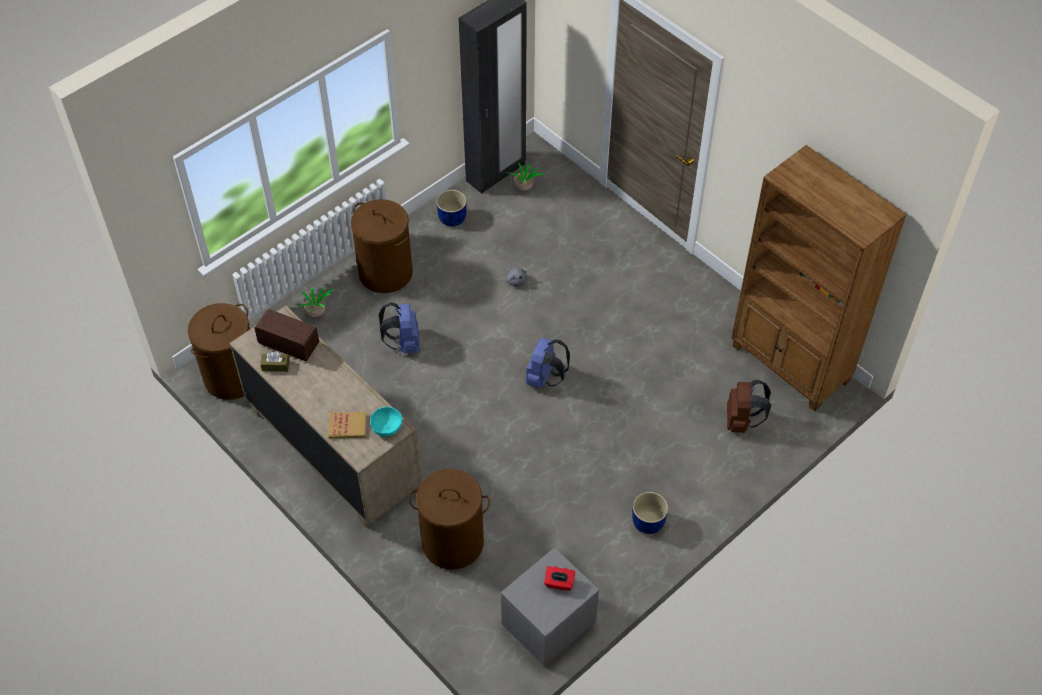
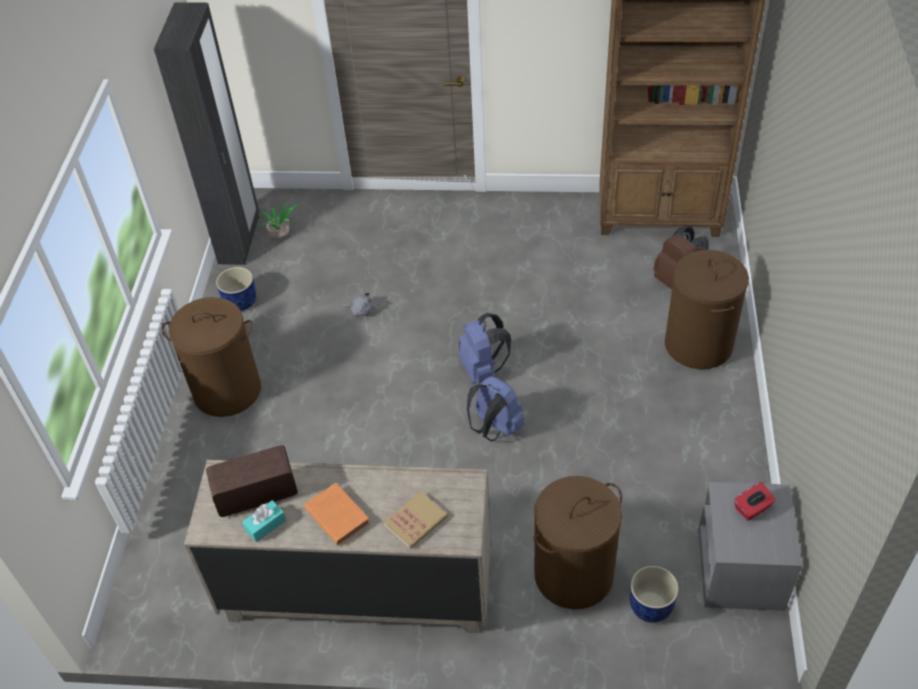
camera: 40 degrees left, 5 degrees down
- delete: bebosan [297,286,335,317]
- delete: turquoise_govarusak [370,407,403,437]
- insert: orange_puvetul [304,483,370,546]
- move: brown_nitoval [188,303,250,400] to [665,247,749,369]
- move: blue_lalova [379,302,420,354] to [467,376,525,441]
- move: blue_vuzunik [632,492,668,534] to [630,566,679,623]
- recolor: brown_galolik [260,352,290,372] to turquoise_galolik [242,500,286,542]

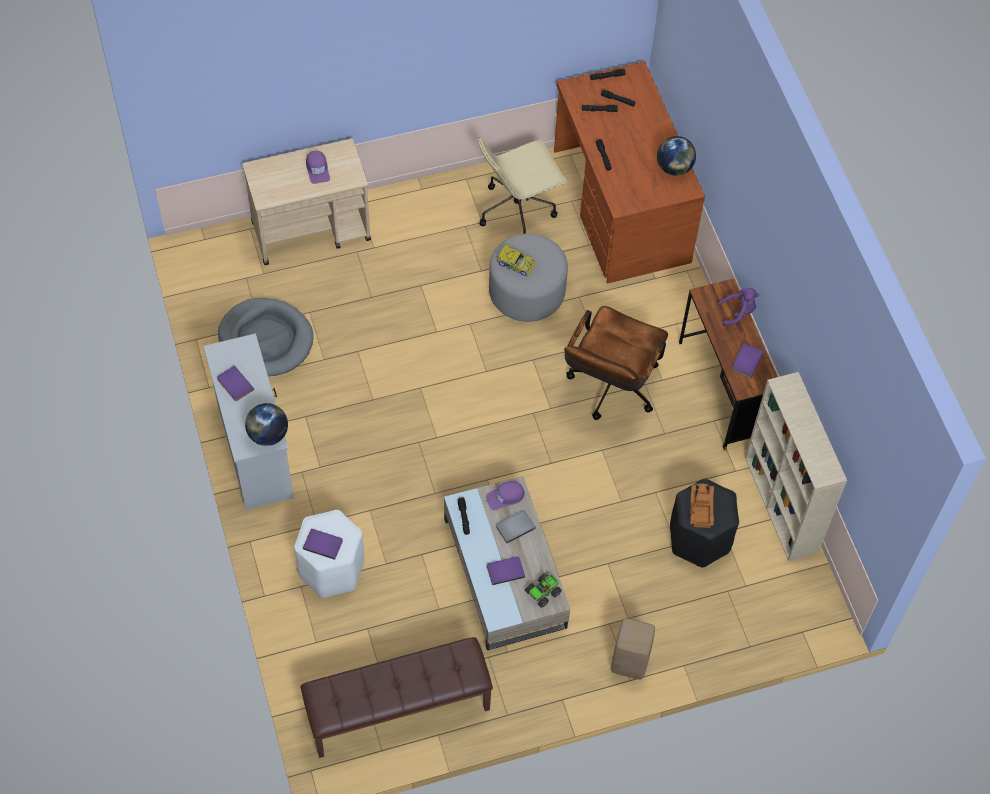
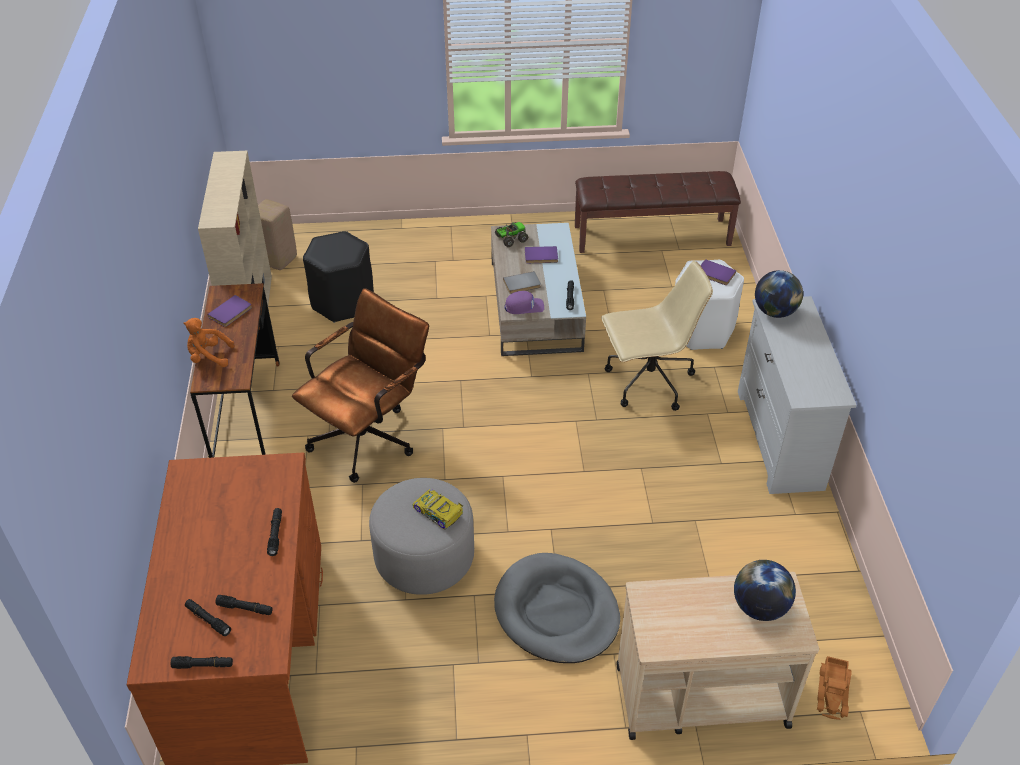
camera: 165 degrees left, 15 degrees down
- delete: purple_puvetul [217,365,254,401]
- delete: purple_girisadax [306,150,330,184]
- move: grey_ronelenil [218,298,313,376] to [494,553,620,663]
- move: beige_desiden [478,138,567,234] to [601,261,713,411]
- move: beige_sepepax [611,618,655,680] to [258,199,297,270]
- move: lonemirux [657,136,696,176] to [734,560,796,621]
- move: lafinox [690,483,714,528] to [817,656,852,720]
- recolor: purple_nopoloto [718,288,759,326] to orange_nopoloto [183,318,235,367]

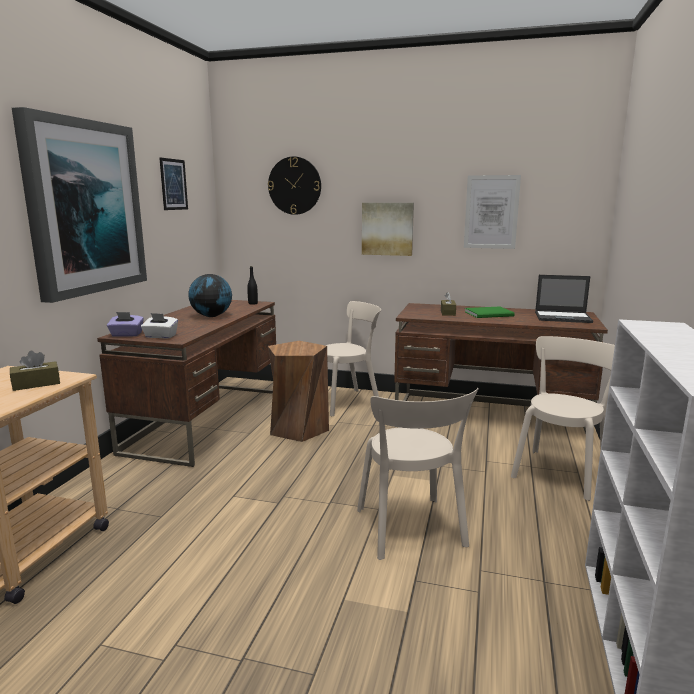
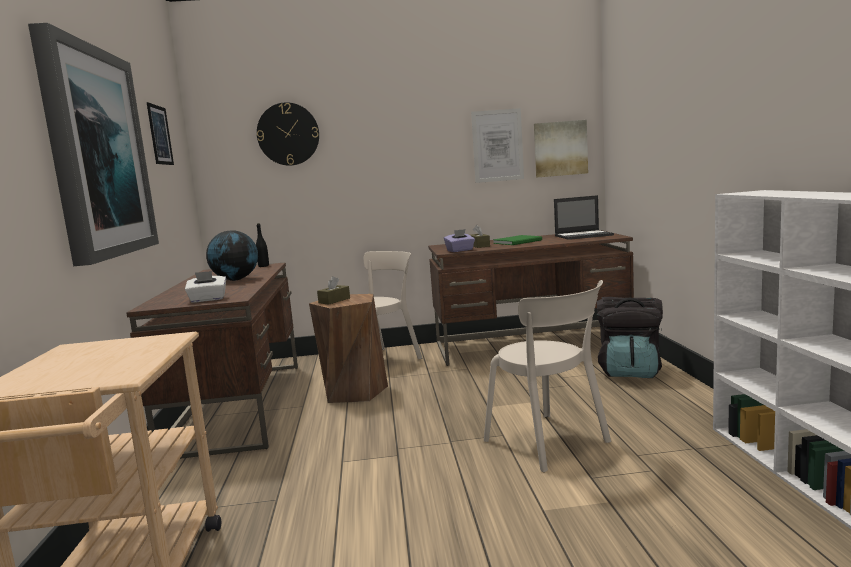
camera: 20 degrees left, 5 degrees down
- move: brown_galolik [10,351,60,391] to [317,276,350,304]
- move: purple_galolik [107,312,144,337] to [444,229,475,252]
- move: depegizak [362,203,414,256] to [534,120,588,177]
- replace: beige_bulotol [511,336,615,501] to black_lalova [596,297,663,378]

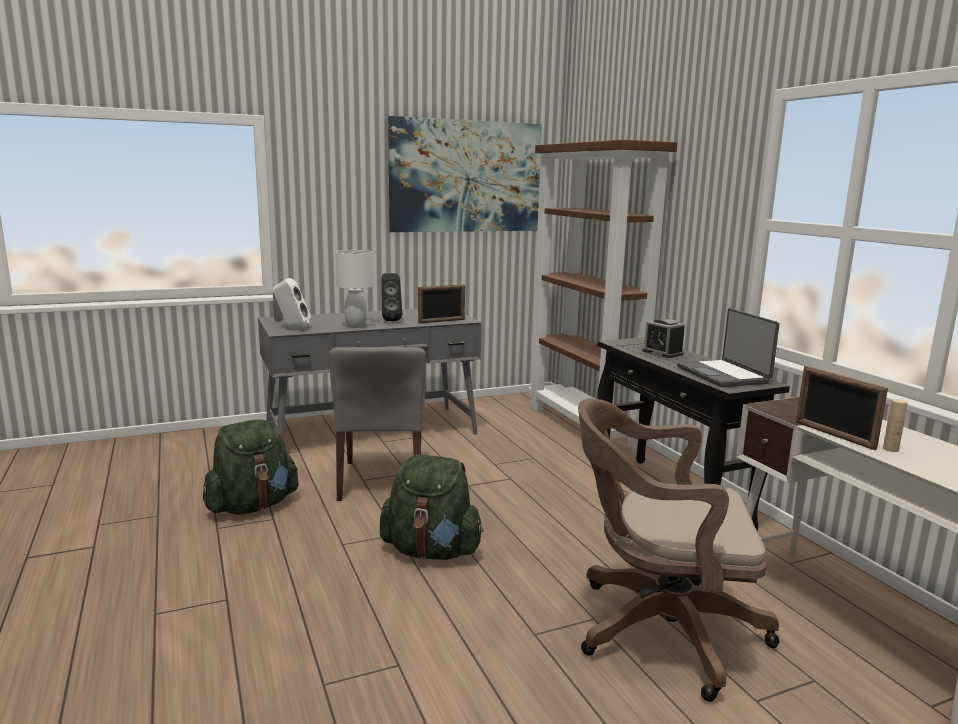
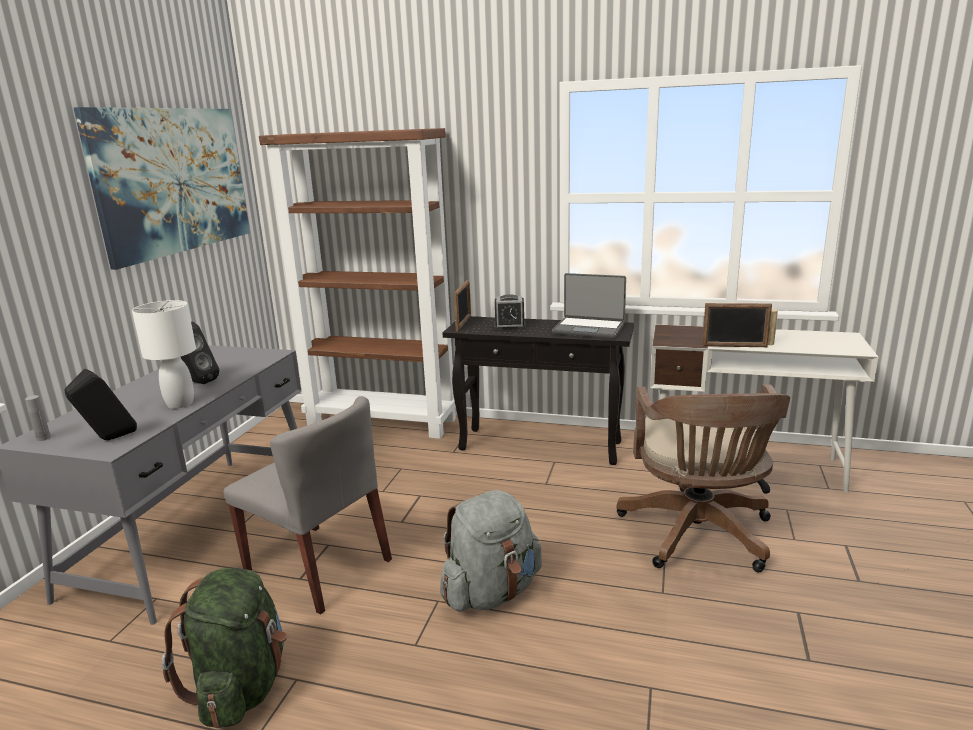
camera: 50 degrees left, 5 degrees up
- move: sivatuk [418,285,465,323] to [454,280,471,331]
- recolor: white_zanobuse [273,278,312,329] to black_zanobuse [65,369,137,440]
- recolor: green_lalova [380,455,484,560] to grey_lalova [440,490,542,612]
- rotate: brown_desiden [578,398,779,702] = [616,384,790,572] 45 degrees counterclockwise

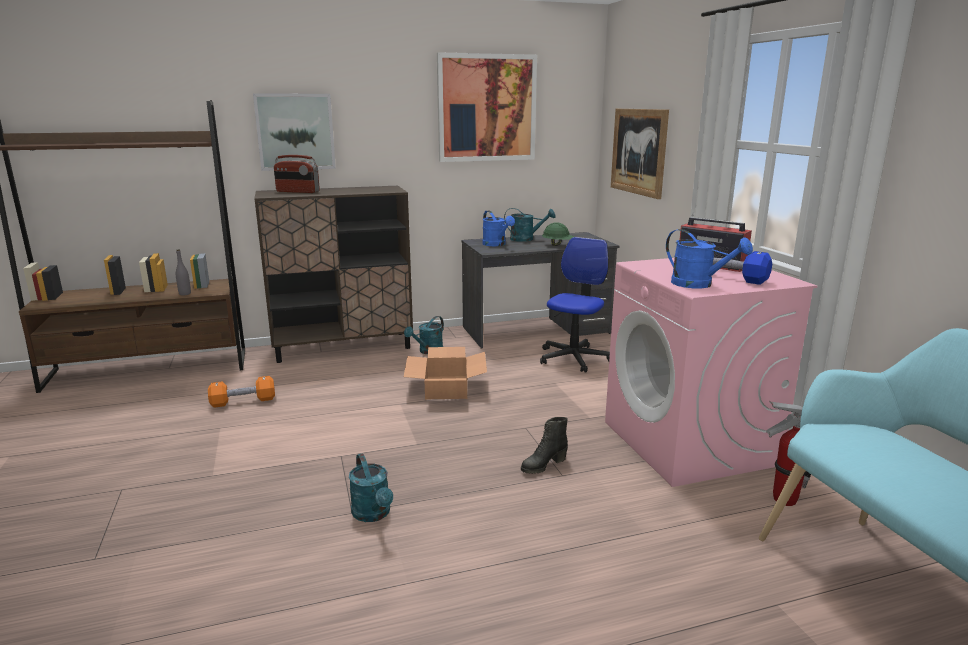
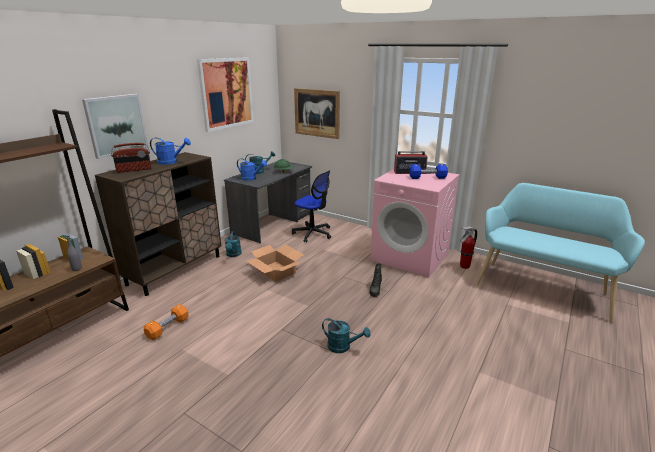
camera: 40 degrees left, 5 degrees up
- move: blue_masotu [666,229,753,288] to [150,138,191,165]
- rotate: desiden [540,237,610,373] = [292,170,331,242] 135 degrees clockwise

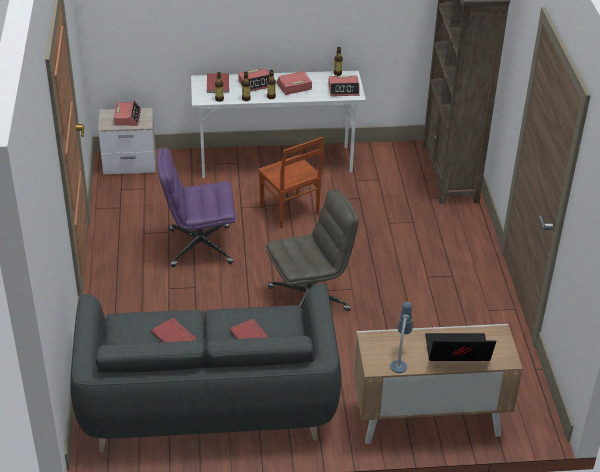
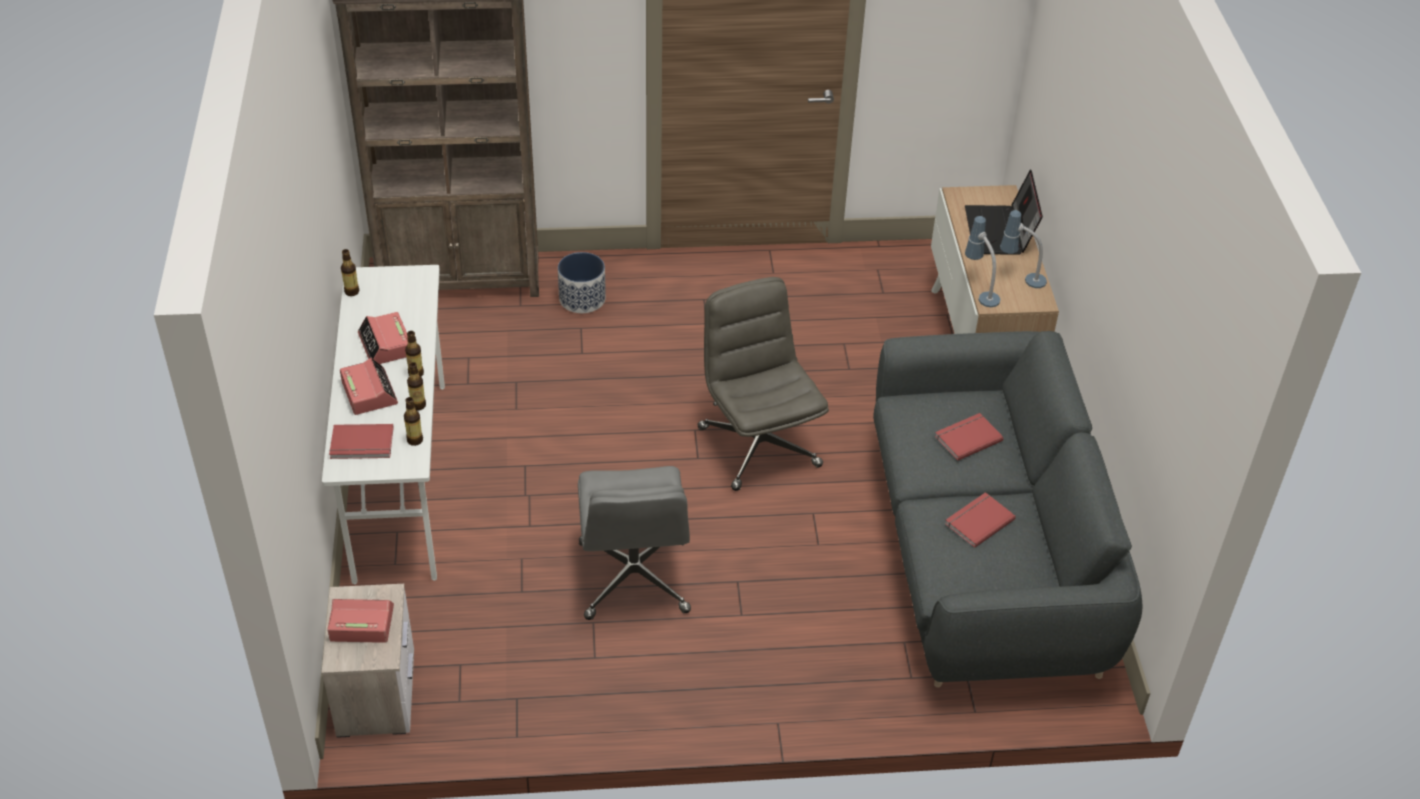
camera: 90 degrees left, 5 degrees up
- delete: brown_bulotol [258,137,324,228]
- delete: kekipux [328,76,360,96]
- insert: vuzunik [558,252,606,313]
- insert: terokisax [965,216,1000,307]
- recolor: purple_desiden [157,148,236,267] to grey_desiden [578,466,691,620]

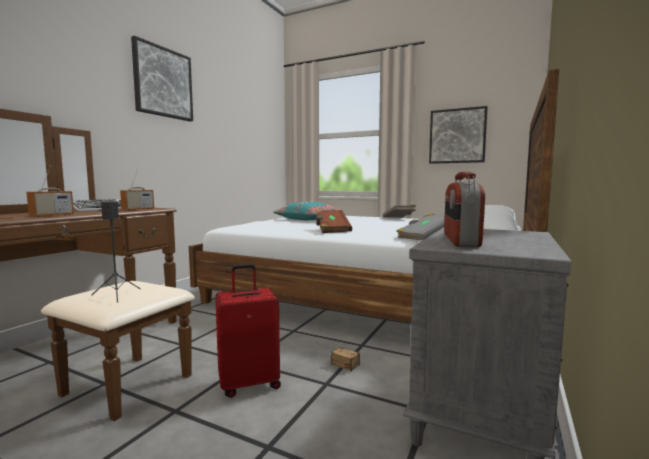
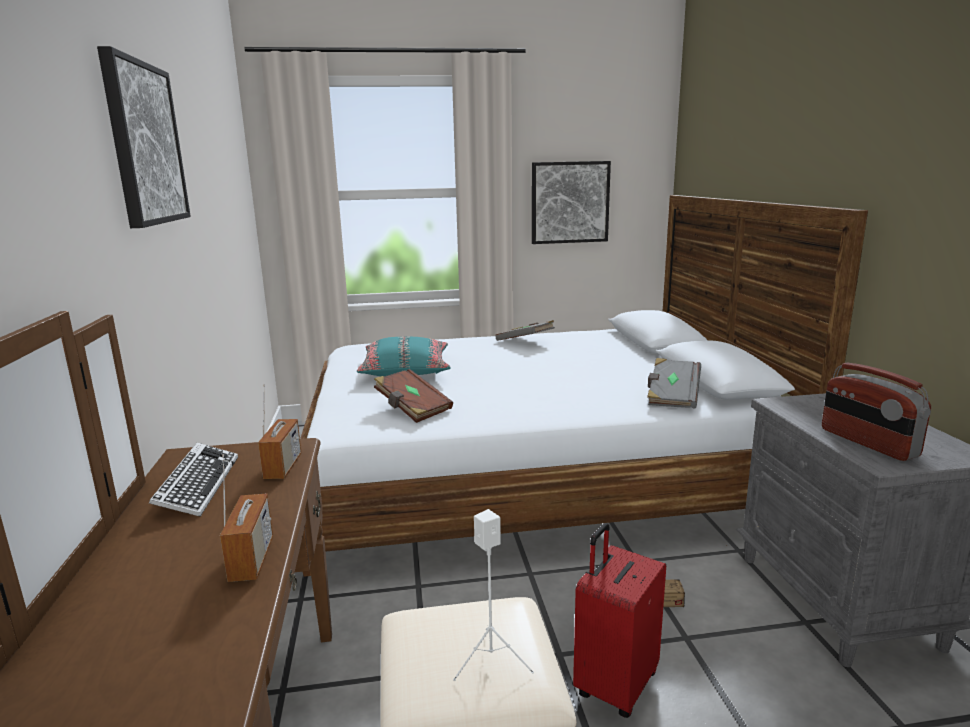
camera: 35 degrees left, 10 degrees up
- move: brown_puvetul [316,210,352,233] to [374,369,453,423]
- recolor: black_zanobuse [91,201,141,302] to white_zanobuse [453,509,534,681]

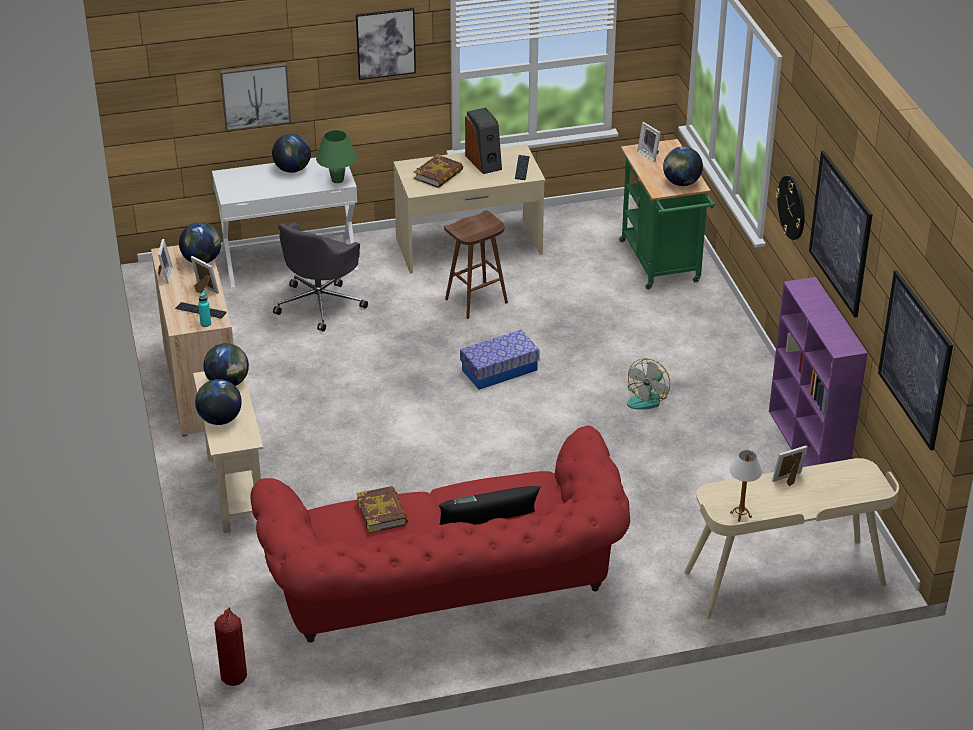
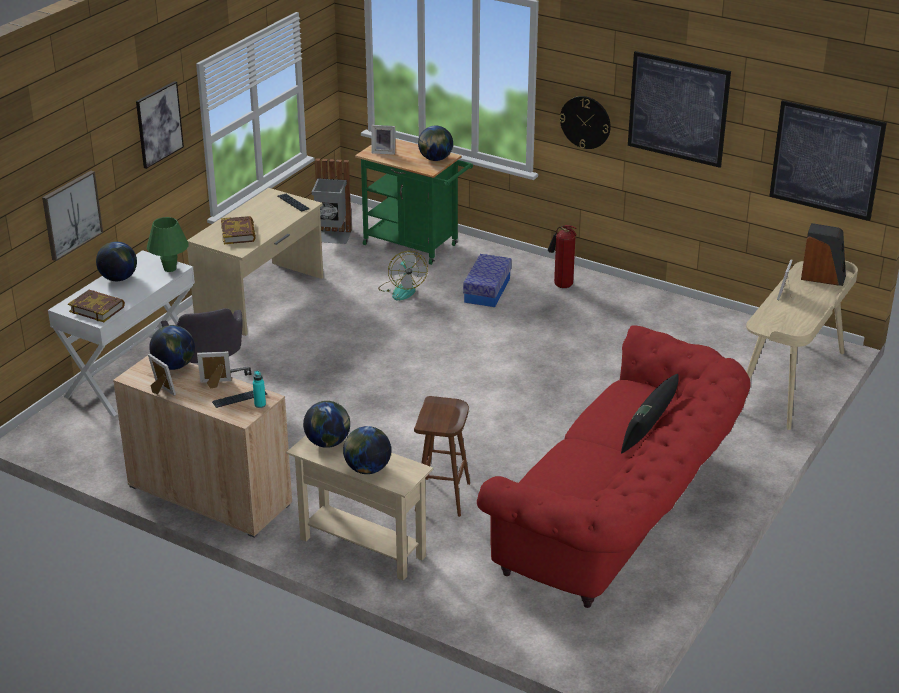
camera: 45 degrees left, 5 degrees down
- delete: terokisax [730,450,762,522]
- delete: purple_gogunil [769,277,867,467]
- insert: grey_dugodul [312,158,352,244]
- move: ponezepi [214,608,247,686] to [548,225,577,288]
- move: puvetul [356,486,408,533] to [68,290,125,322]
- move: brown_sepepax [444,210,508,319] to [414,396,470,517]
- move: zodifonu [460,330,540,390] to [463,254,512,307]
- move: zanobuse [465,107,502,174] to [801,223,846,286]
- move: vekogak [627,358,670,410] to [378,251,428,300]

